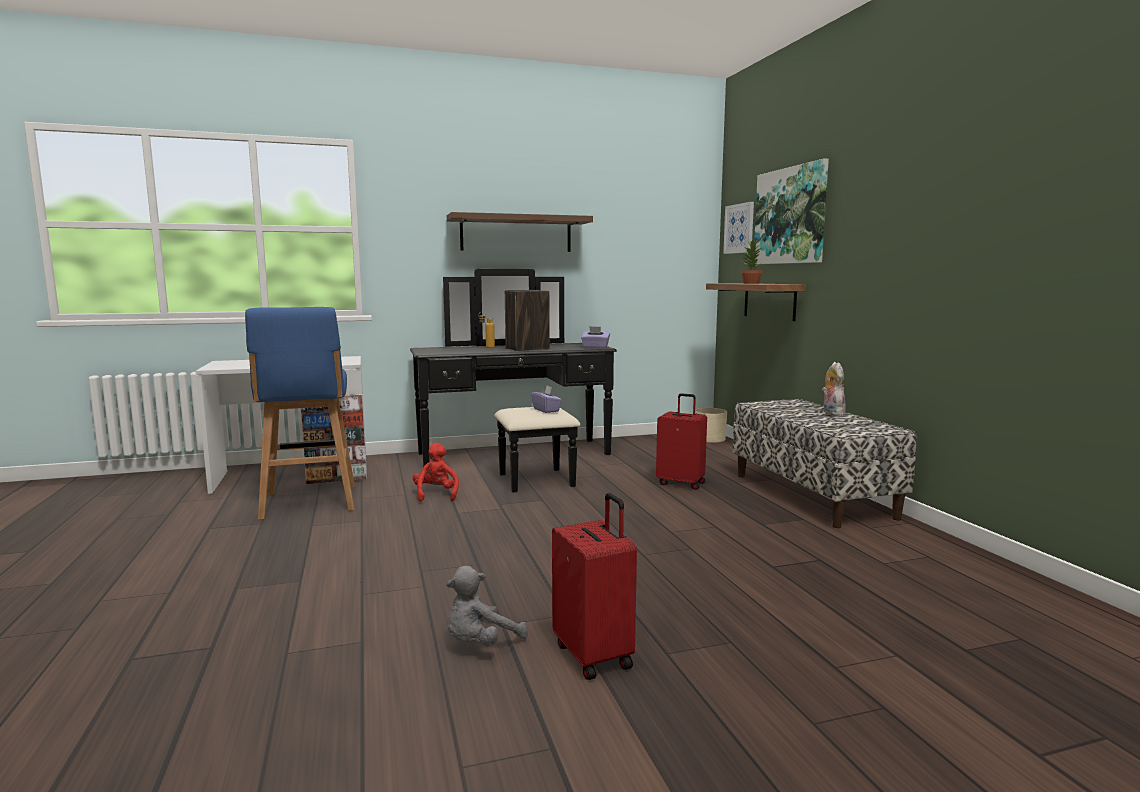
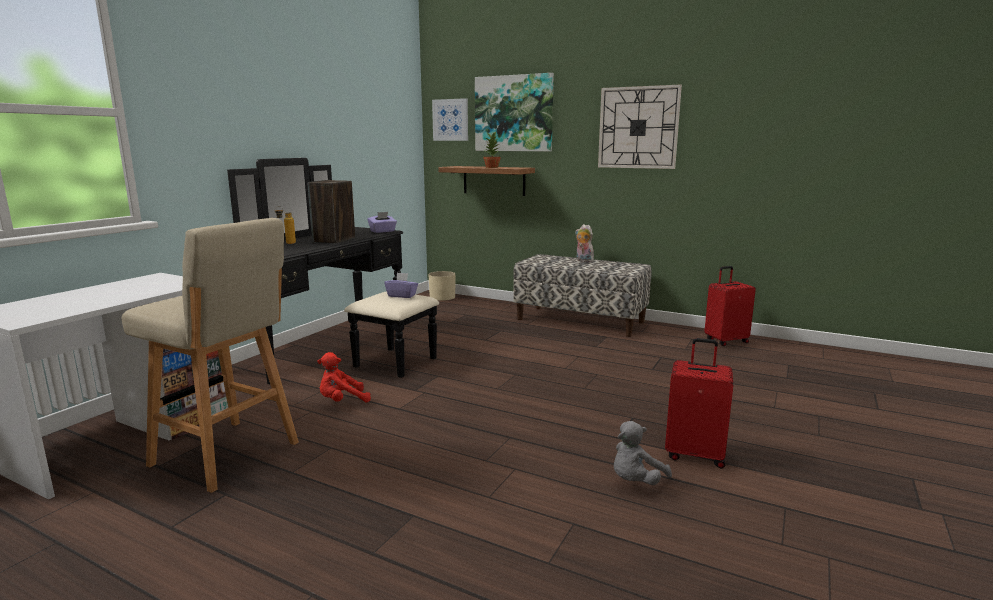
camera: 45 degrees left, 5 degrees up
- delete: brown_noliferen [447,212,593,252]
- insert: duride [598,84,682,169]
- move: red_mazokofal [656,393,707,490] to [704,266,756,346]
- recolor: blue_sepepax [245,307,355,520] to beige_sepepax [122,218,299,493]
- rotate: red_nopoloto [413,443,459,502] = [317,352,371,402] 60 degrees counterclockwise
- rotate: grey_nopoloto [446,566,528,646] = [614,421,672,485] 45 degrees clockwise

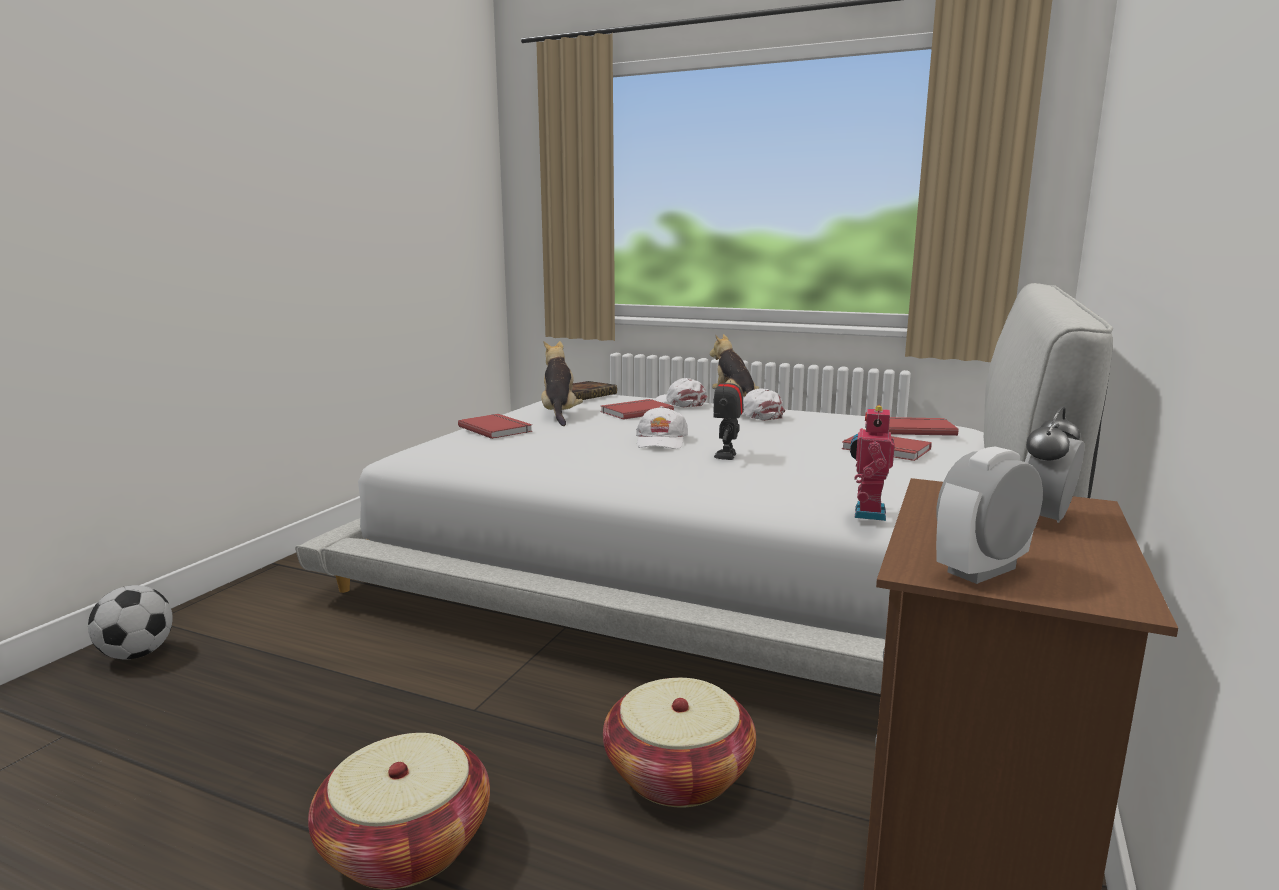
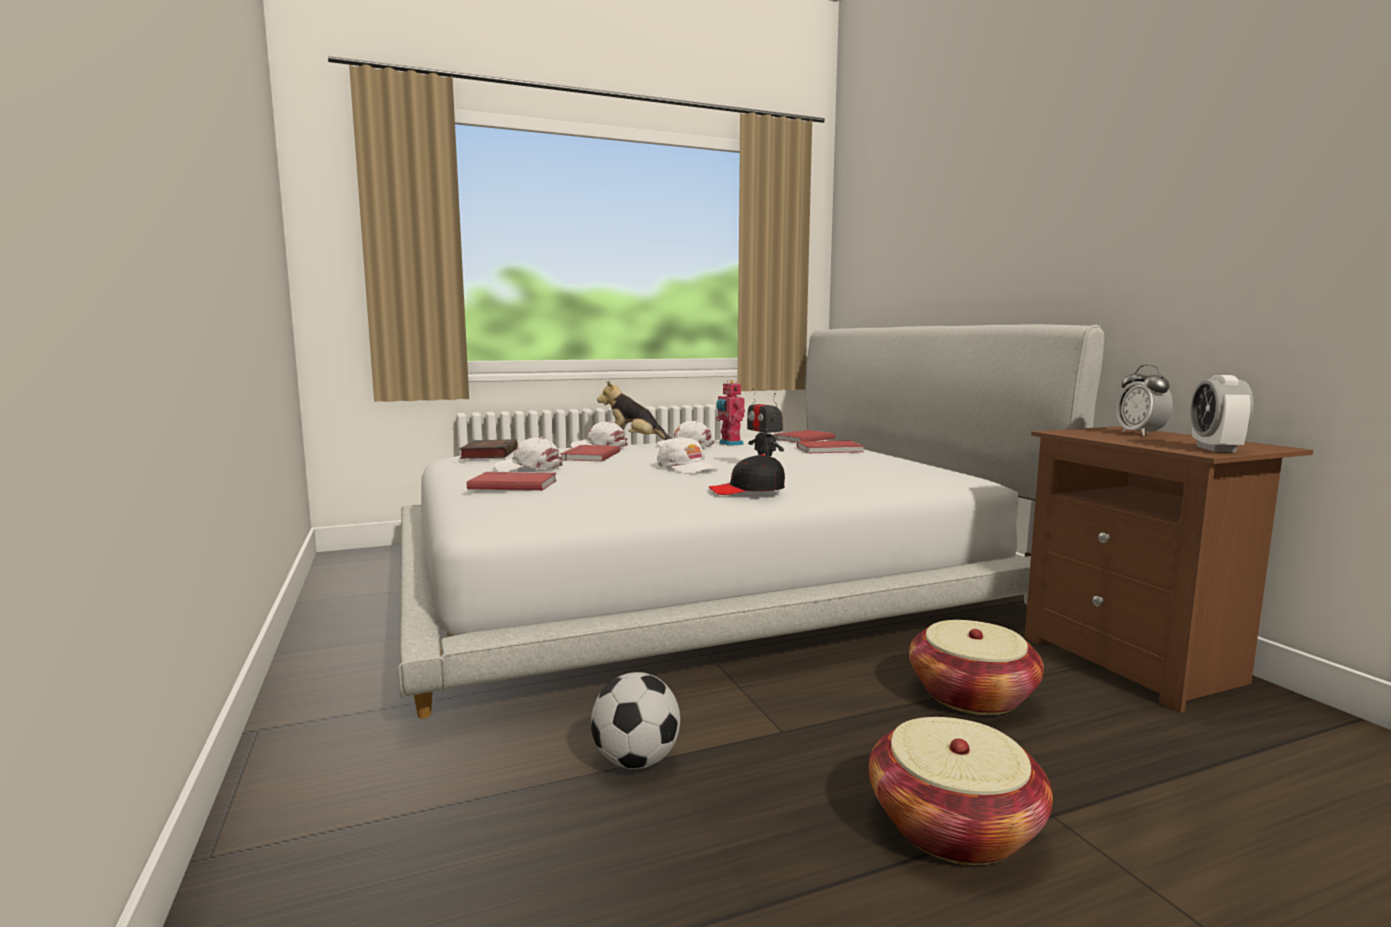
camera: 45 degrees left, 5 degrees down
- insert: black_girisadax [709,454,785,495]
- move: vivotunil [88,585,173,660] to [591,672,680,769]
- move: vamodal [850,404,895,521] to [716,380,745,446]
- replace: nopoloto [541,341,583,426] to white_girisadax [494,437,563,471]

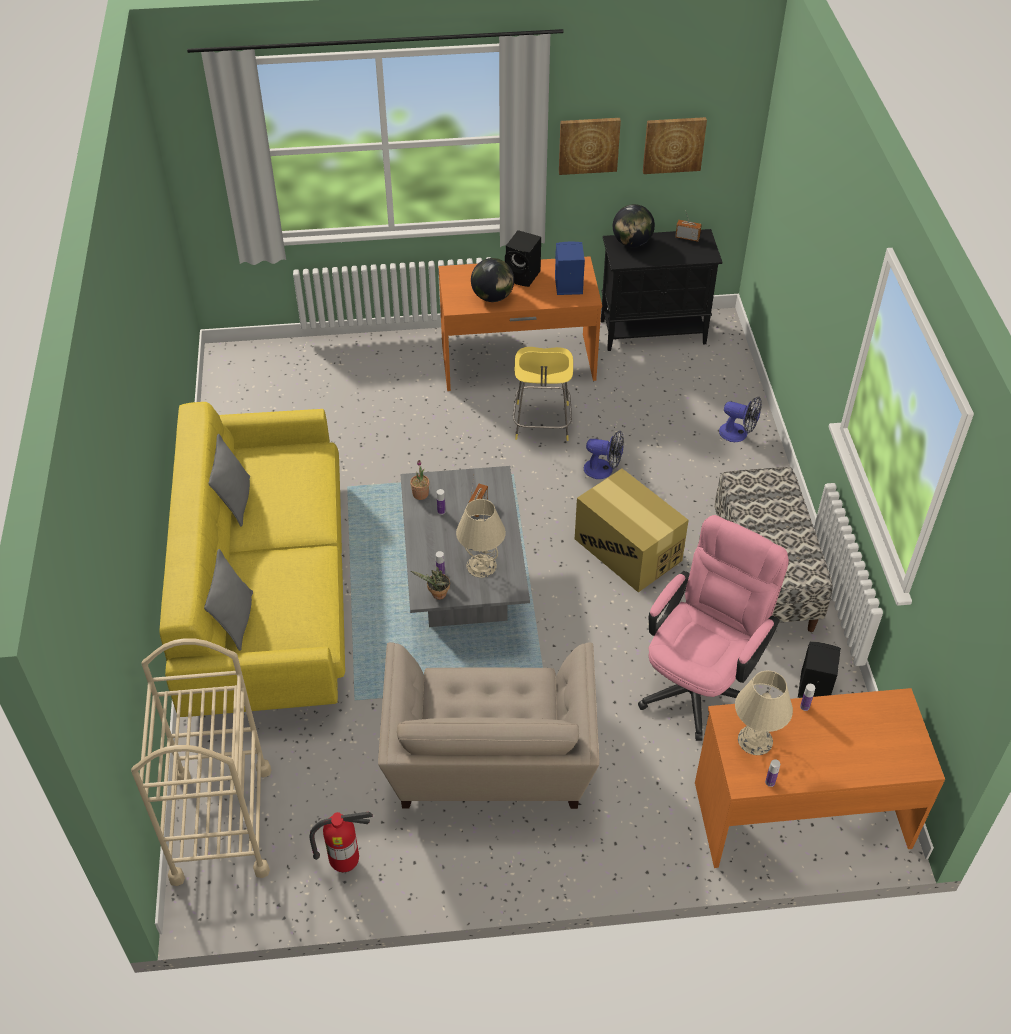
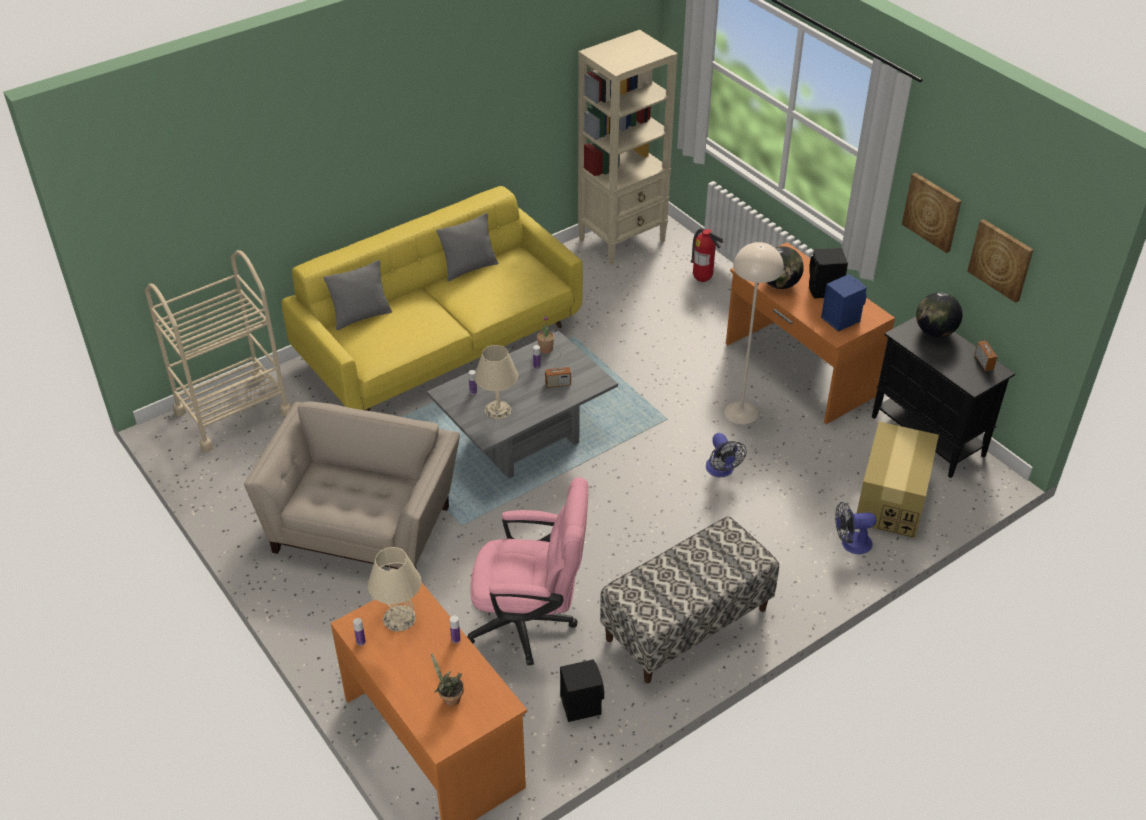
camera: 60 degrees right, 5 degrees down
- insert: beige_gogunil [578,30,678,265]
- move: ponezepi [309,812,373,872] to [691,228,723,282]
- move: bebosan [411,567,450,600] to [431,652,464,706]
- move: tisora [575,469,688,592] to [857,421,939,538]
- replace: yellow_sepepax [513,347,573,441] to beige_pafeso [724,242,784,424]
- rotate: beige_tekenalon [378,642,599,809] = [244,401,460,569] 135 degrees clockwise
- rotate: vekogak [719,396,762,442] = [835,502,876,554] 90 degrees clockwise

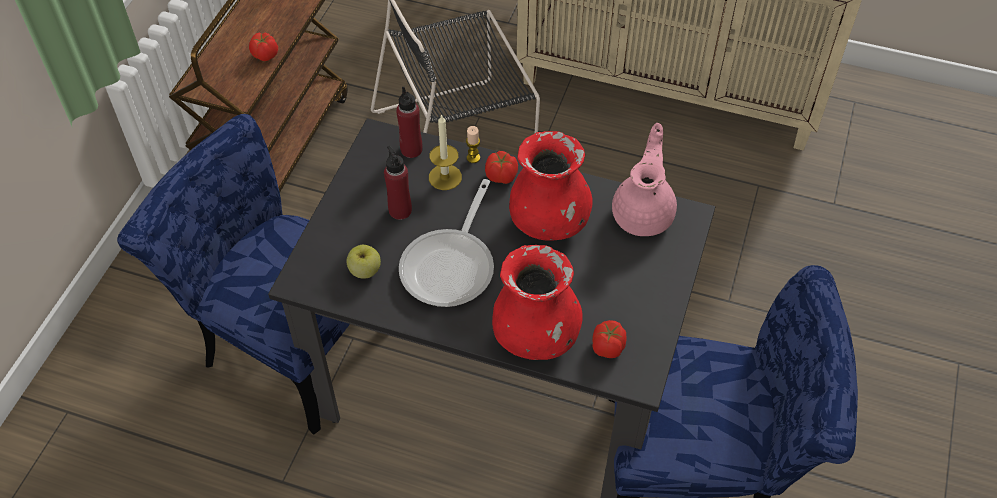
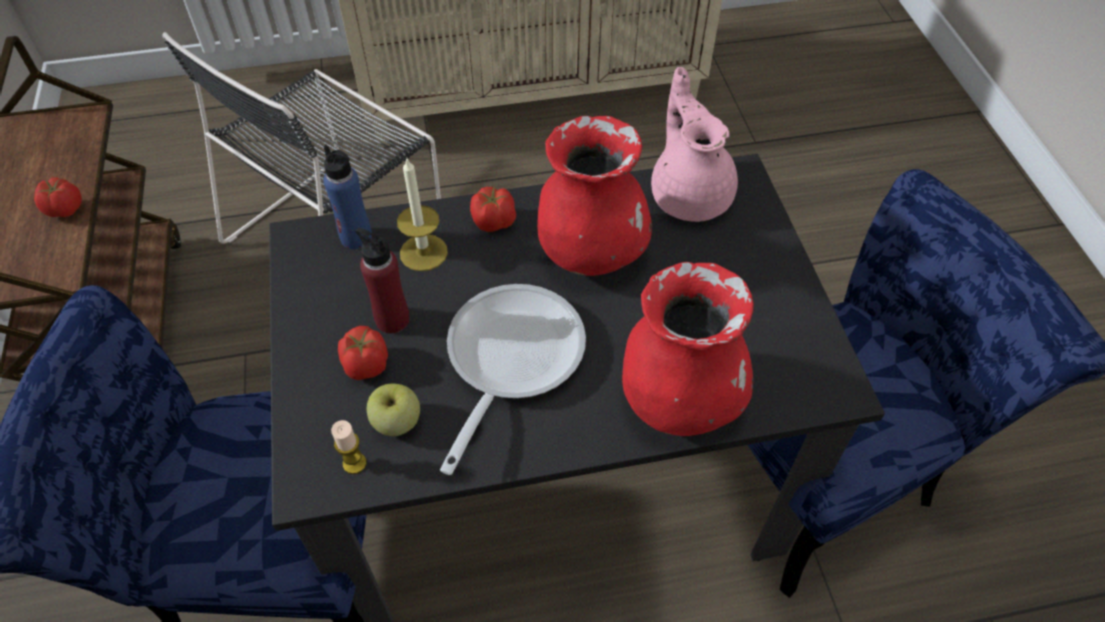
camera: 30 degrees left, 0 degrees up
- move: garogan [466,126,480,163] to [331,420,367,474]
- move: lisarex [592,320,626,358] to [338,326,388,380]
- recolor: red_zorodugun [396,87,423,158] to blue_zorodugun [323,145,372,249]
- rotate: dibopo [399,179,494,307] = [440,284,586,475] 150 degrees counterclockwise

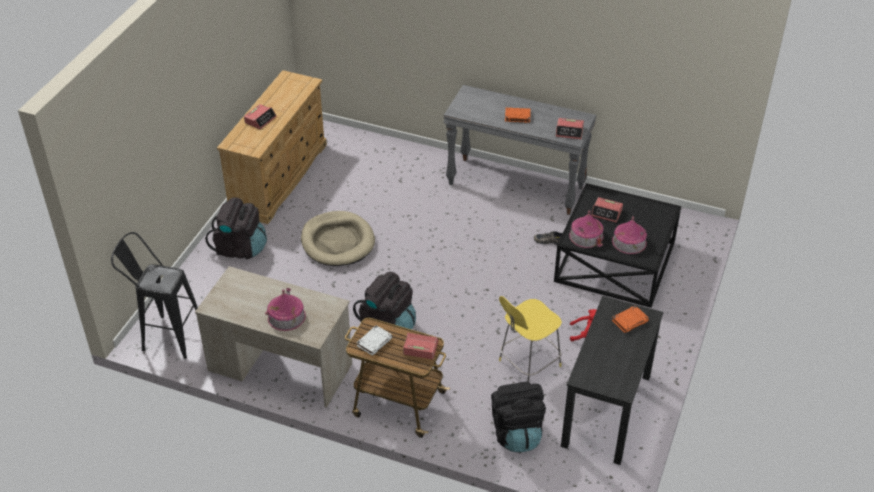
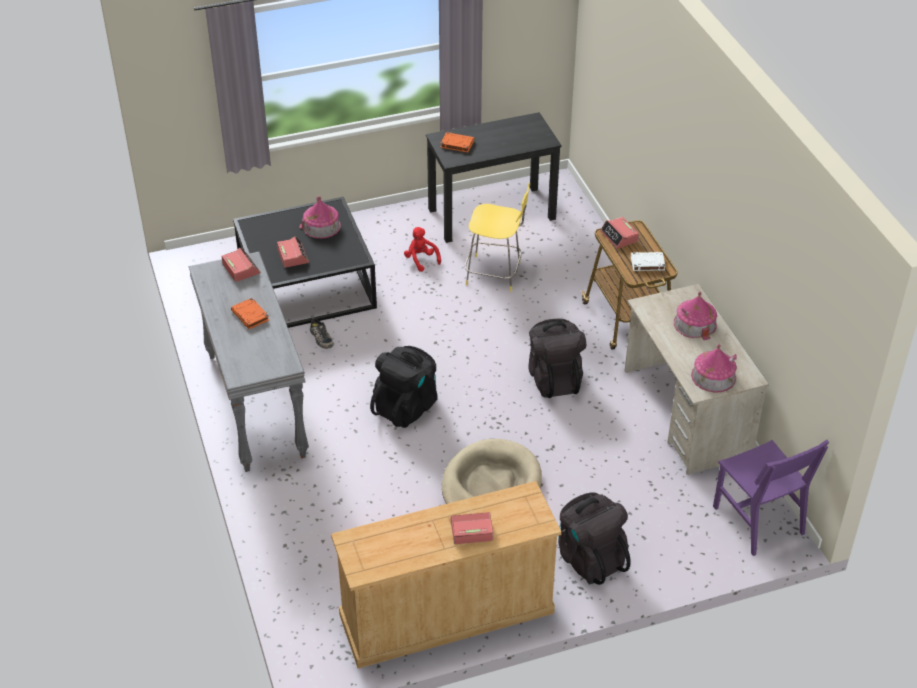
camera: 130 degrees left, 0 degrees up
- move: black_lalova [491,381,546,453] to [370,346,438,428]
- move: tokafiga [569,210,603,248] to [691,344,737,392]
- replace: black_sepepax [111,232,198,359] to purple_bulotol [713,440,829,556]

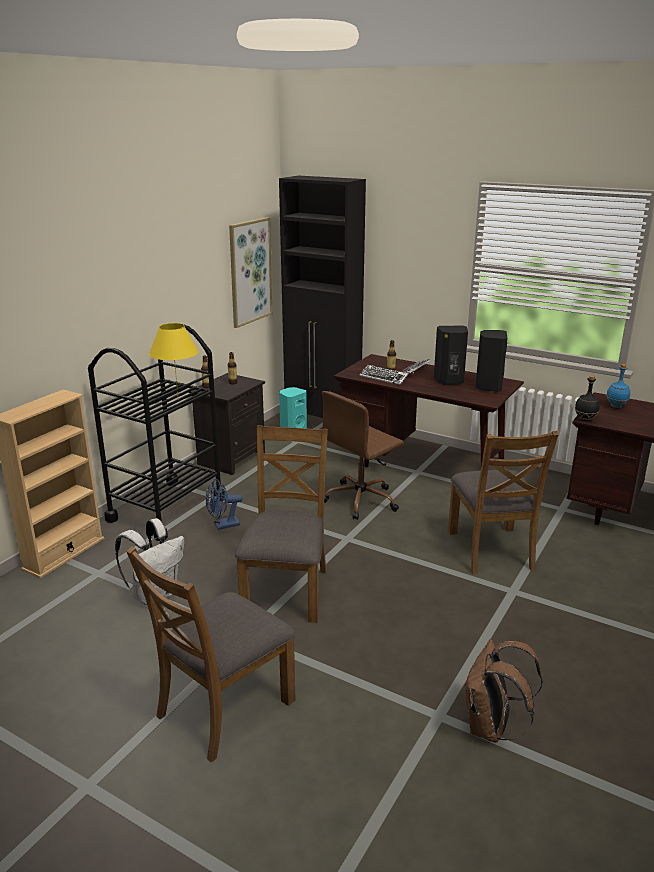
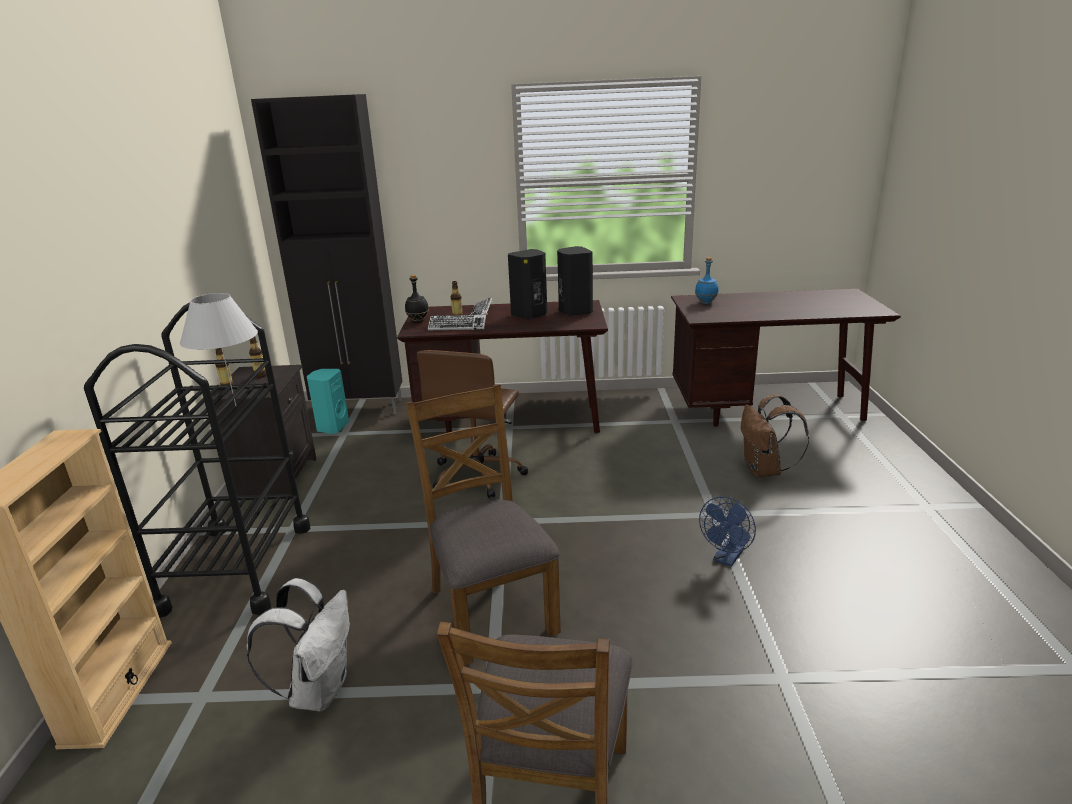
camera: 30 degrees left, 0 degrees up
- delete: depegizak [229,217,272,328]
- delete: brown_bulotol [448,431,558,575]
- move: blue_vekogak [206,479,243,530] to [699,497,756,567]
- move: brown_lalova [465,639,543,742] to [741,394,809,477]
- move: black_zorodugun [575,375,600,421] to [405,275,429,322]
- recolor: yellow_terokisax [149,323,199,400] to white_terokisax [180,293,258,406]

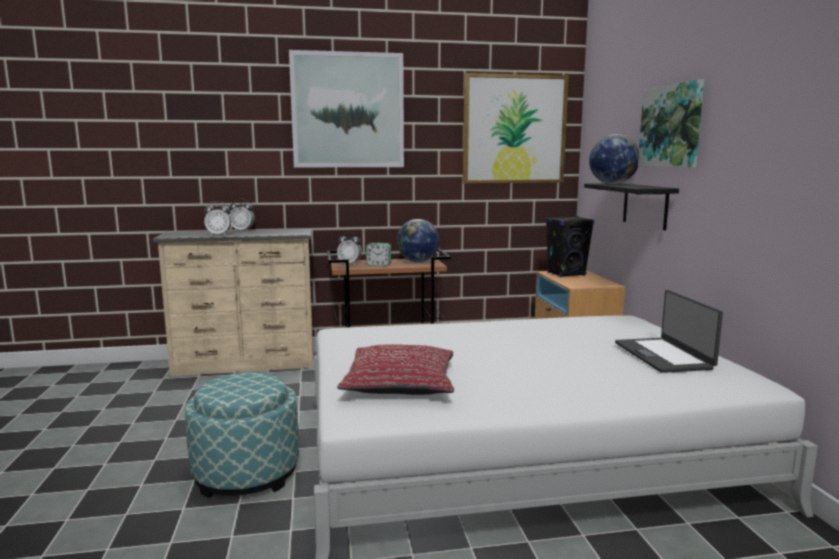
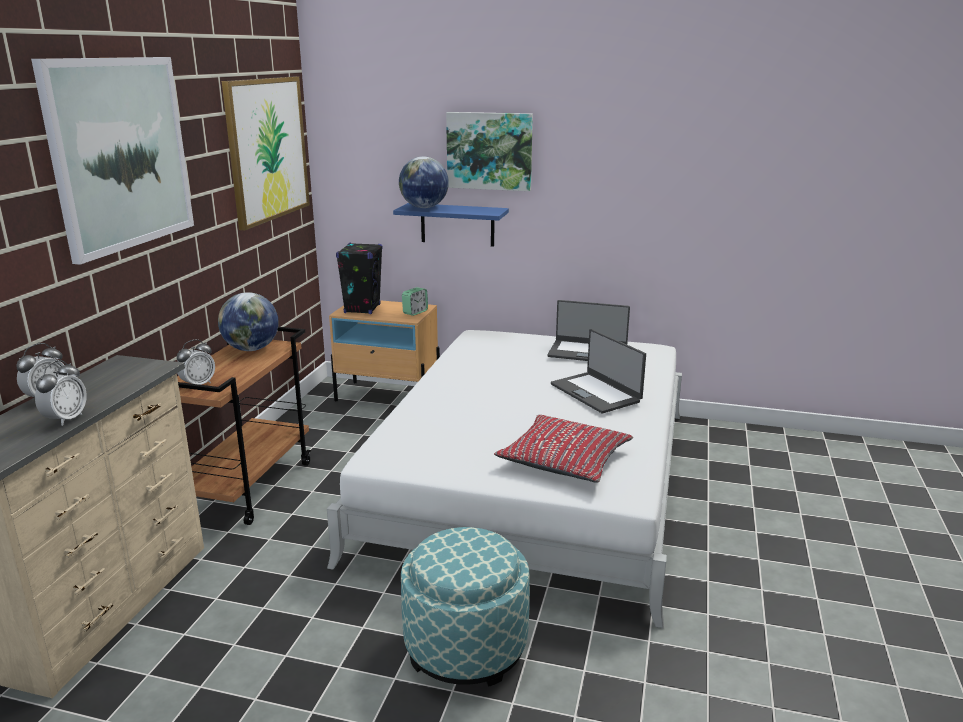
camera: 65 degrees left, 10 degrees up
- insert: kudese [551,329,646,413]
- move: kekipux [366,243,391,266] to [402,287,428,316]
- recolor: black_noliferen [584,183,679,231] to blue_noliferen [393,203,509,247]

